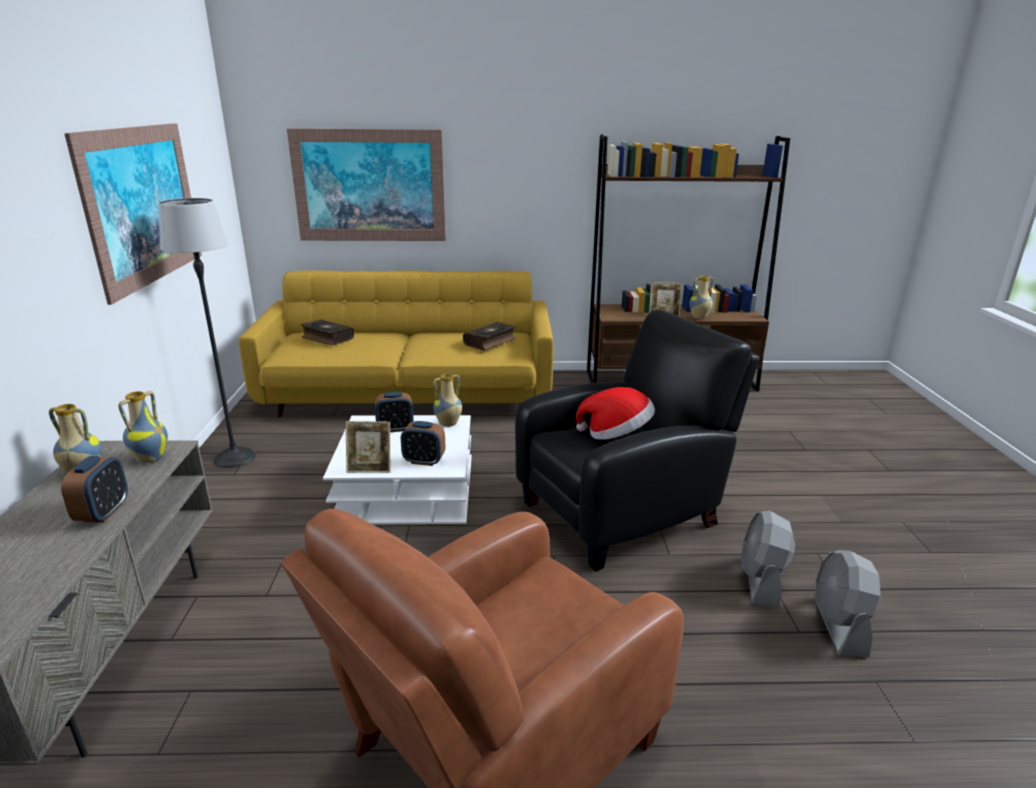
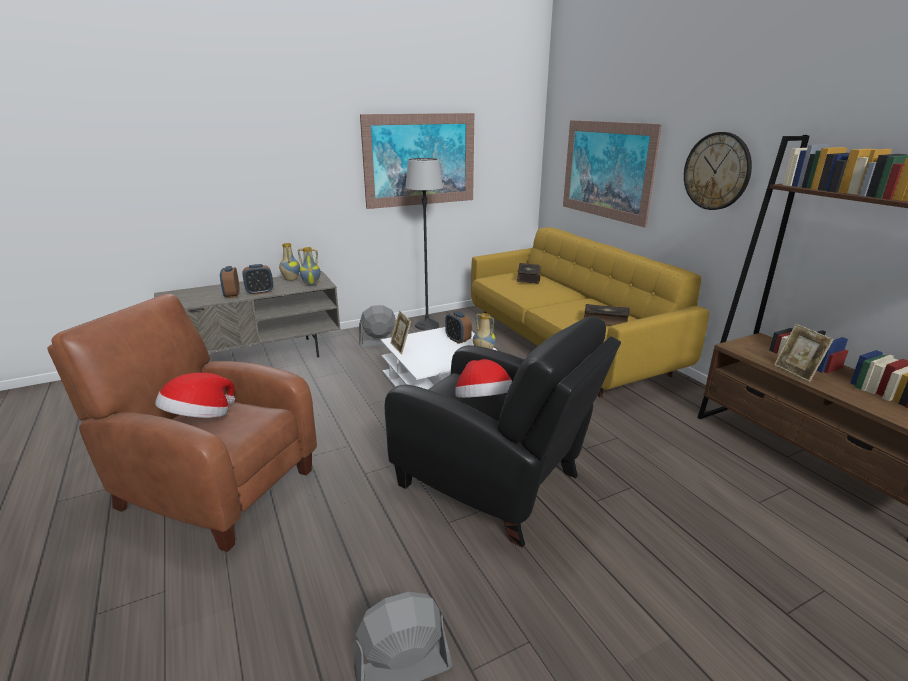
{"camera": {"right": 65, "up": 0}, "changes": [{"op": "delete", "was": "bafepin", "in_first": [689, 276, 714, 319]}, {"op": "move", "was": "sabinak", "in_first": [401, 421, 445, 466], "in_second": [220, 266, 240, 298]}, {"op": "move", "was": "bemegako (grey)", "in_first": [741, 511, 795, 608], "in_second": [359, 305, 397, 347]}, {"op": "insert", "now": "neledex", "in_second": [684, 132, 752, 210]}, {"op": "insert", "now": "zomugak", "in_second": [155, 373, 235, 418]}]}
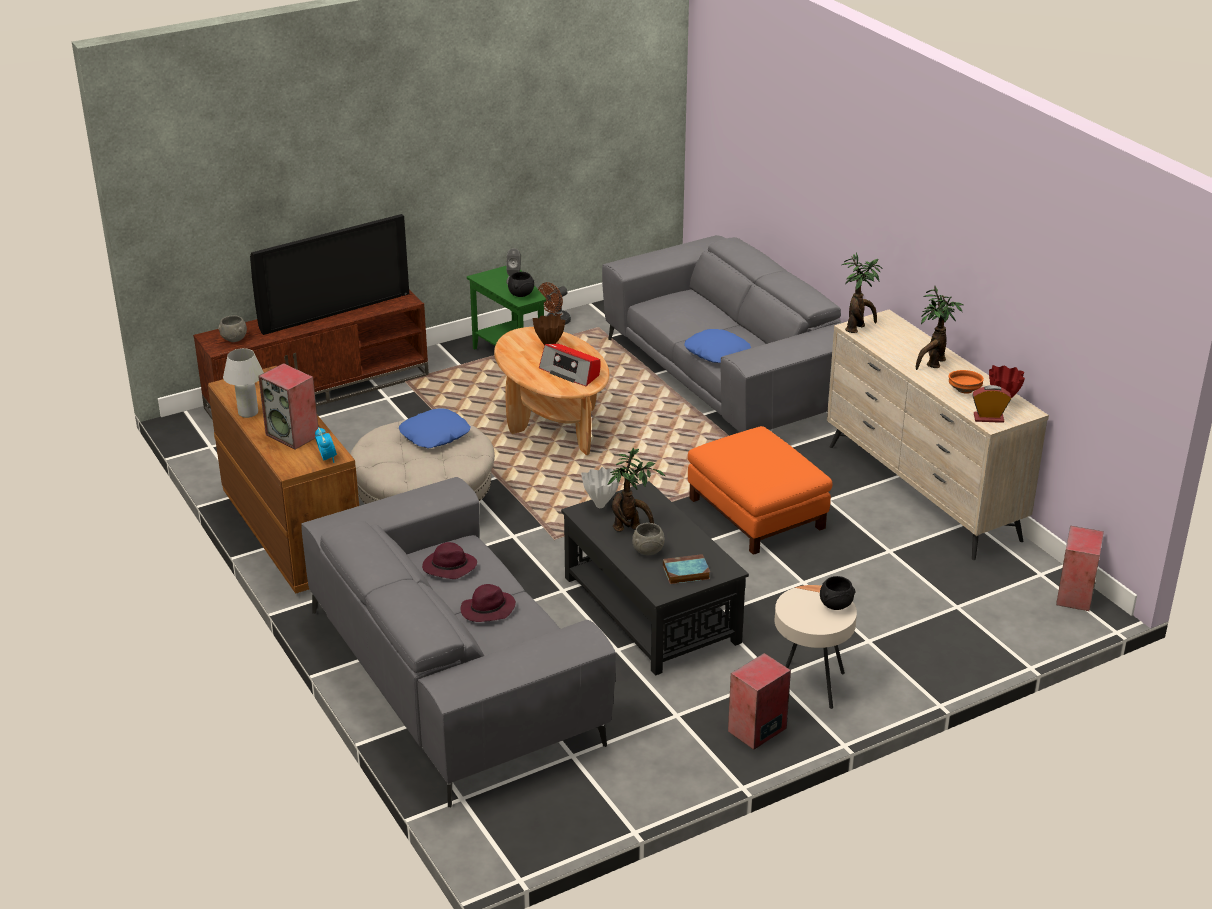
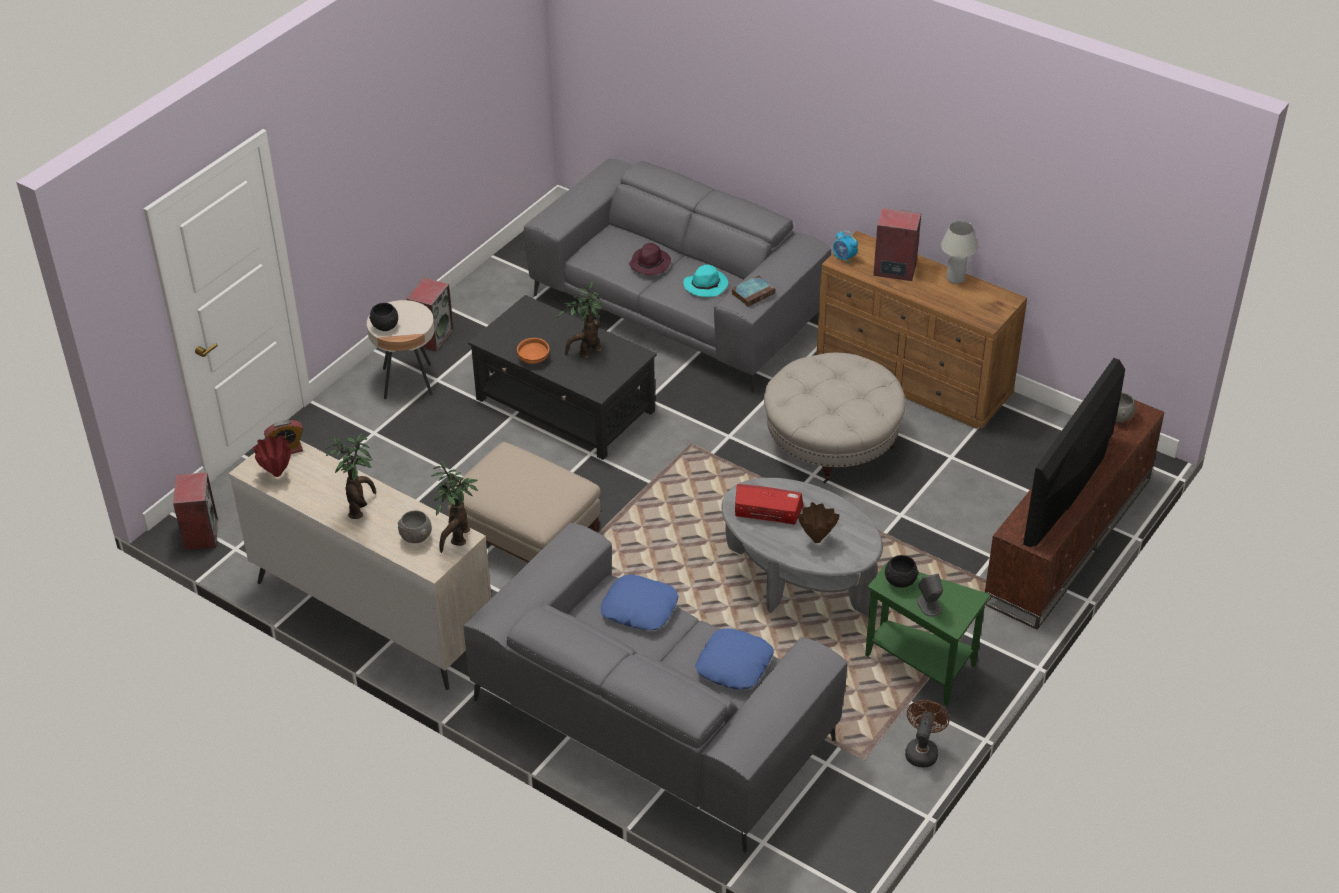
{"camera": {"right": 155, "up": 10}, "changes": [{"op": "recolor", "was": "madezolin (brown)", "now": "madezolin (grey)", "in_first": [494, 327, 610, 455], "in_second": [721, 478, 883, 616]}, {"op": "move", "was": "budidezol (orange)", "in_first": [948, 370, 984, 394], "in_second": [517, 338, 549, 364]}, {"op": "move", "was": "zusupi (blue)", "in_first": [399, 408, 471, 449], "in_second": [695, 629, 774, 689]}, {"op": "recolor", "was": "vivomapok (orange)", "now": "vivomapok (beige)", "in_first": [688, 426, 832, 555], "in_second": [446, 442, 601, 563]}, {"op": "delete", "was": "bafepin (white)", "in_first": [581, 467, 619, 508]}, {"op": "move", "was": "budidezol (grey)", "in_first": [632, 523, 665, 555], "in_second": [398, 510, 432, 543]}, {"op": "recolor", "was": "zomugak (purple)", "now": "zomugak (turquoise)", "in_first": [422, 542, 477, 579], "in_second": [683, 265, 728, 297]}, {"op": "move", "was": "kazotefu", "in_first": [663, 554, 710, 584], "in_second": [731, 275, 775, 307]}]}
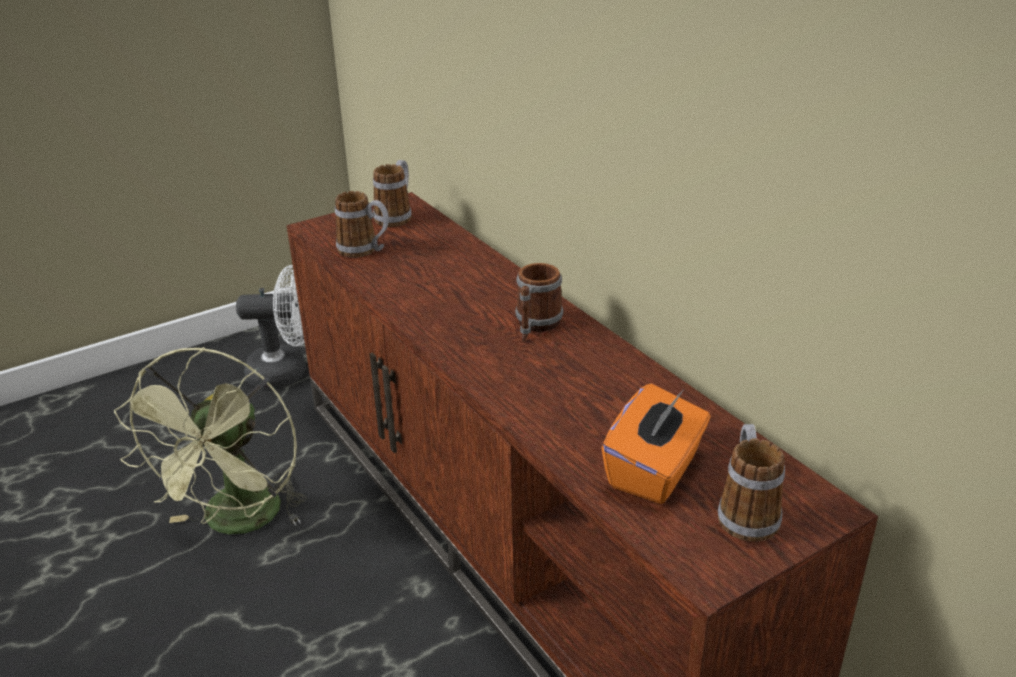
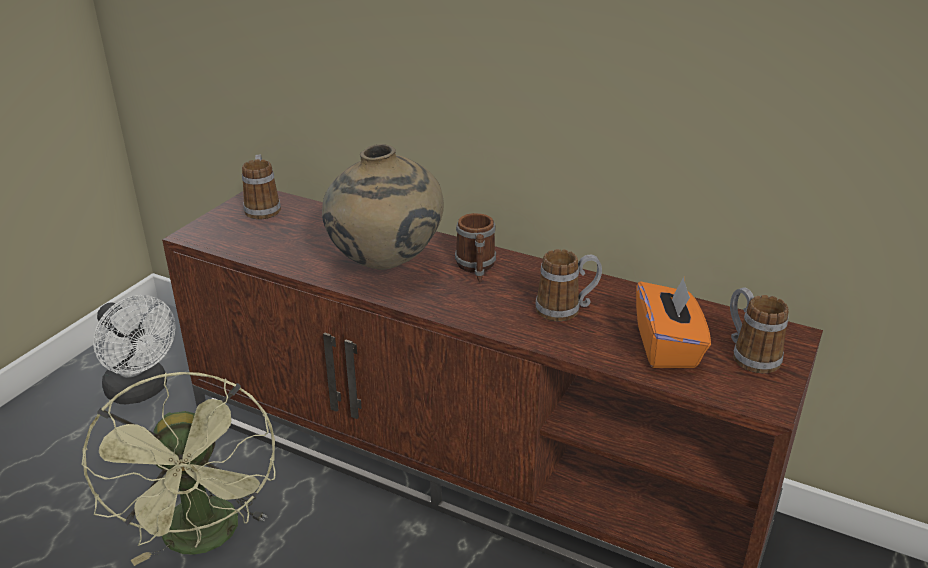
{"camera": {"right": -30, "up": 0}, "changes": [{"op": "move", "was": "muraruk", "in_first": [335, 191, 389, 257], "in_second": [535, 249, 602, 321]}, {"op": "rotate", "was": "bemegako (white)", "in_first": [236, 265, 306, 388], "in_second": [93, 295, 176, 404], "clockwise": 75}, {"op": "insert", "now": "bafepin (beige)", "in_second": [322, 144, 444, 270]}]}
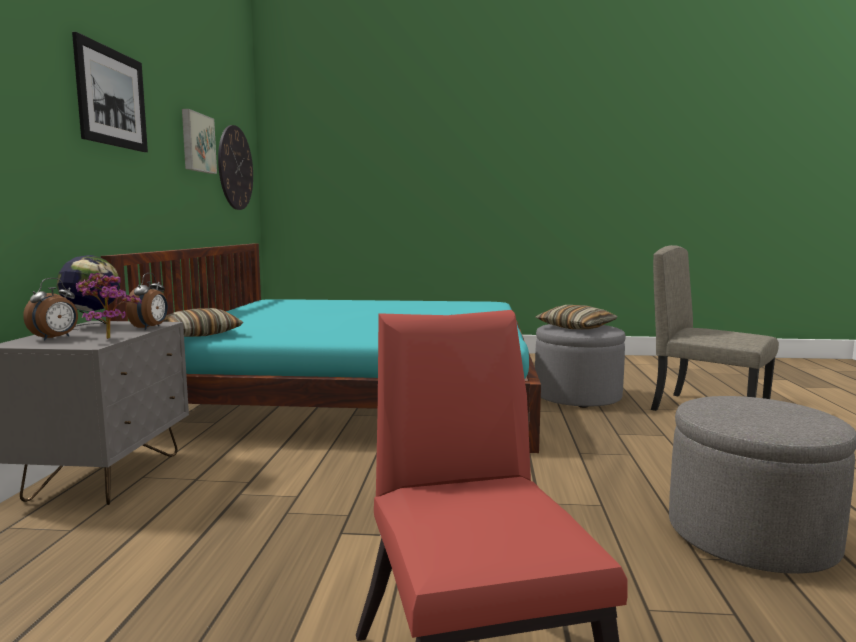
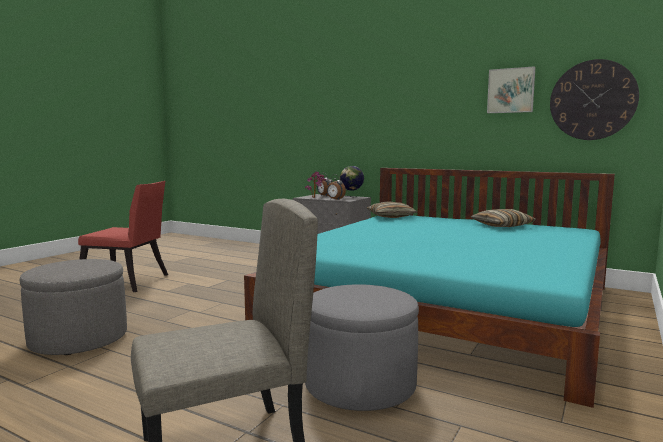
{"camera": {"right": 115, "up": 0}, "changes": [{"op": "delete", "was": "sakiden", "in_first": [72, 32, 148, 152]}, {"op": "move", "was": "zusupi", "in_first": [535, 305, 618, 330], "in_second": [470, 209, 536, 227]}]}
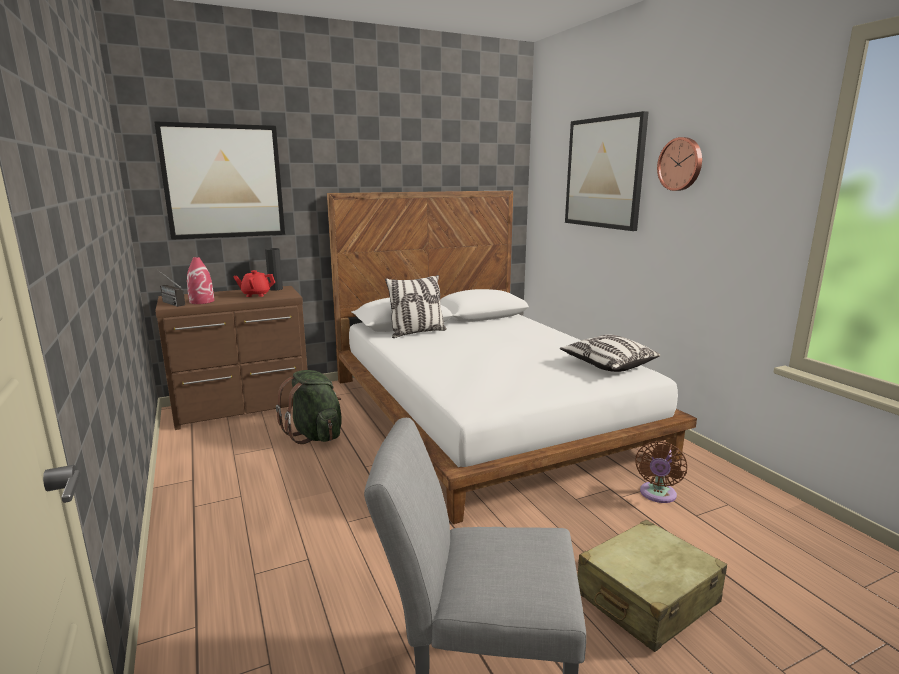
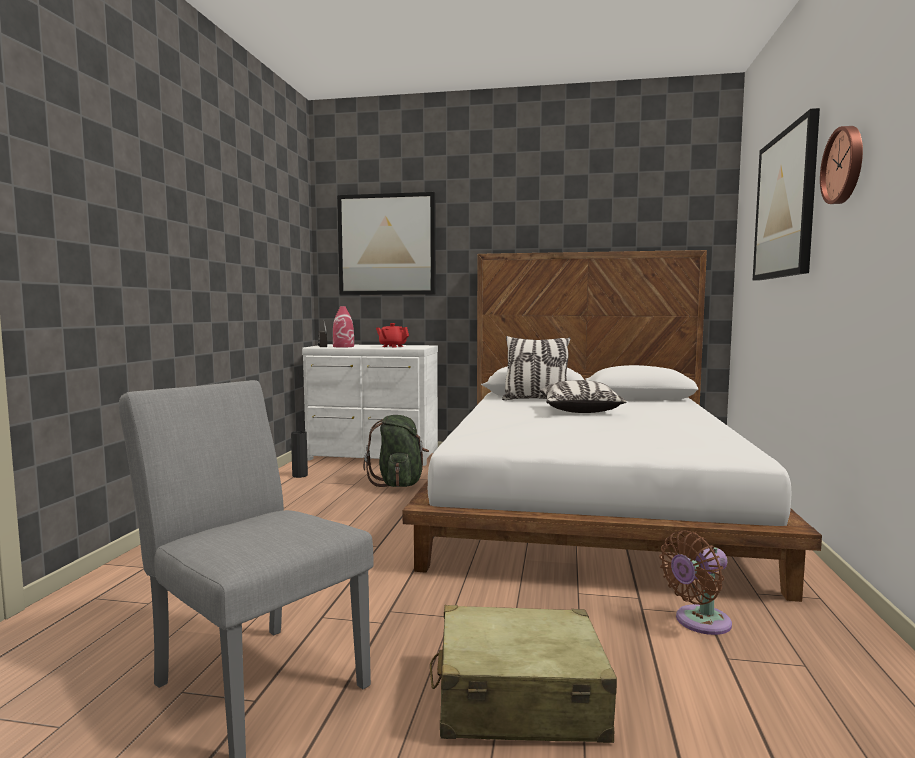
{"camera": {"right": 35, "up": -10}, "changes": [{"op": "move", "was": "bafepin (black)", "in_first": [265, 248, 283, 291], "in_second": [291, 431, 308, 478]}, {"op": "recolor", "was": "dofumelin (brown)", "now": "dofumelin (white)", "in_first": [155, 286, 307, 430], "in_second": [302, 344, 438, 466]}, {"op": "move", "was": "zusupi", "in_first": [560, 335, 660, 372], "in_second": [539, 380, 627, 413]}]}
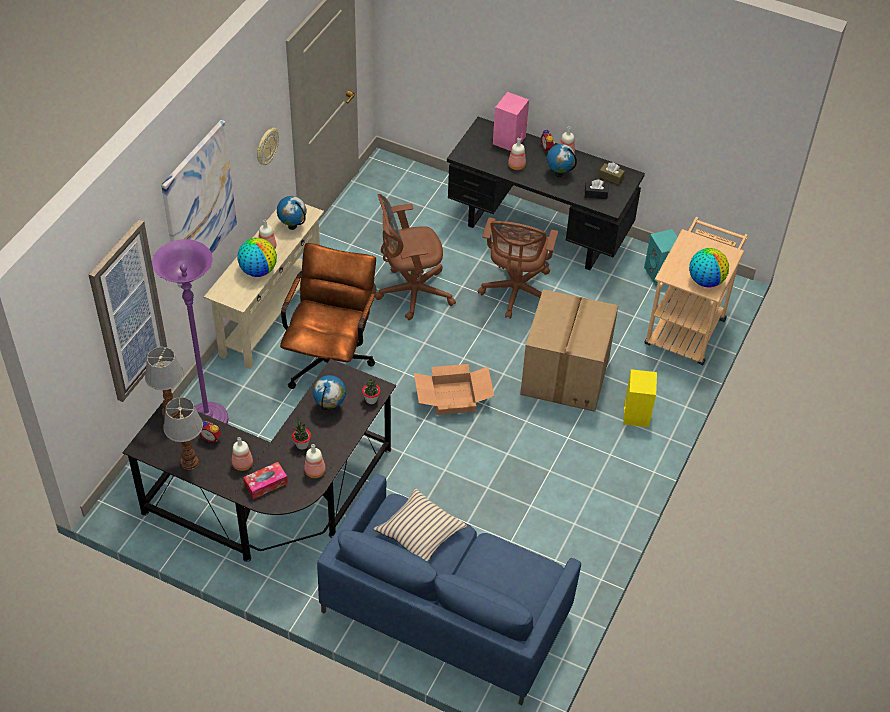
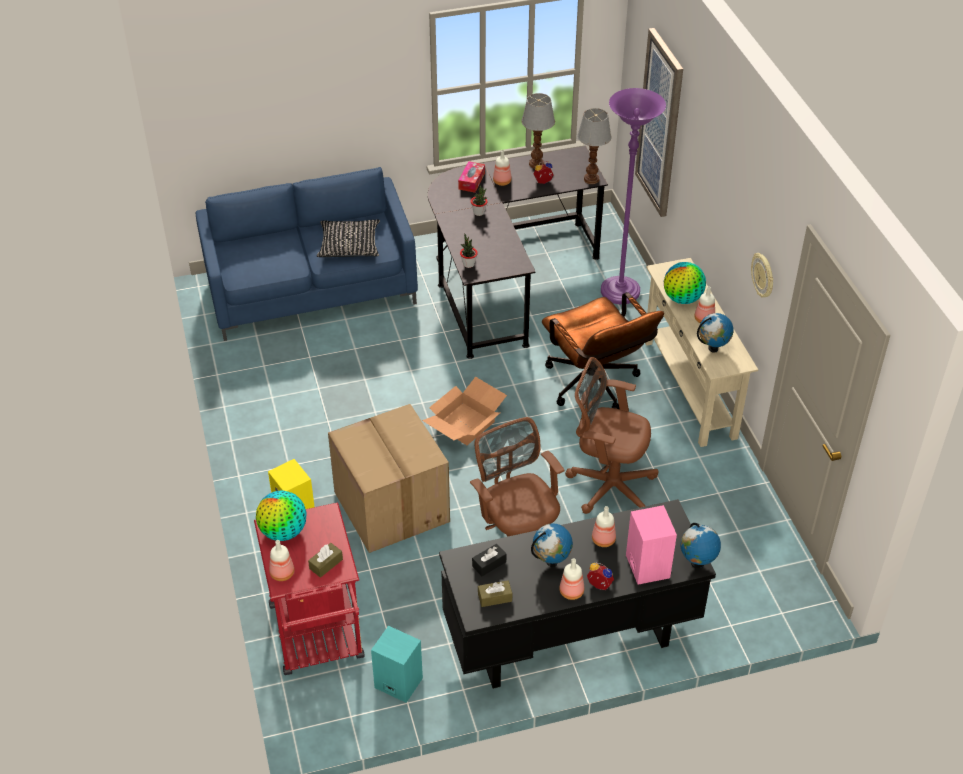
{"camera": {"right": 140, "up": -5}, "changes": [{"op": "delete", "was": "sakiden", "in_first": [161, 120, 237, 288]}, {"op": "rotate", "was": "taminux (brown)", "in_first": [375, 194, 456, 320], "in_second": [565, 357, 659, 514], "clockwise": -105}, {"op": "recolor", "was": "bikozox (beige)", "now": "bikozox (red)", "in_first": [644, 217, 748, 366], "in_second": [254, 502, 365, 675]}, {"op": "move", "was": "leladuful", "in_first": [313, 375, 346, 411], "in_second": [681, 523, 721, 568]}, {"op": "move", "was": "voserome", "in_first": [304, 444, 326, 478], "in_second": [269, 540, 294, 581]}, {"op": "recolor", "was": "zusupi (beige)", "now": "zusupi (black)", "in_first": [373, 488, 467, 562], "in_second": [317, 219, 380, 257]}, {"op": "insert", "now": "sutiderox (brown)", "in_second": [308, 543, 343, 578]}]}
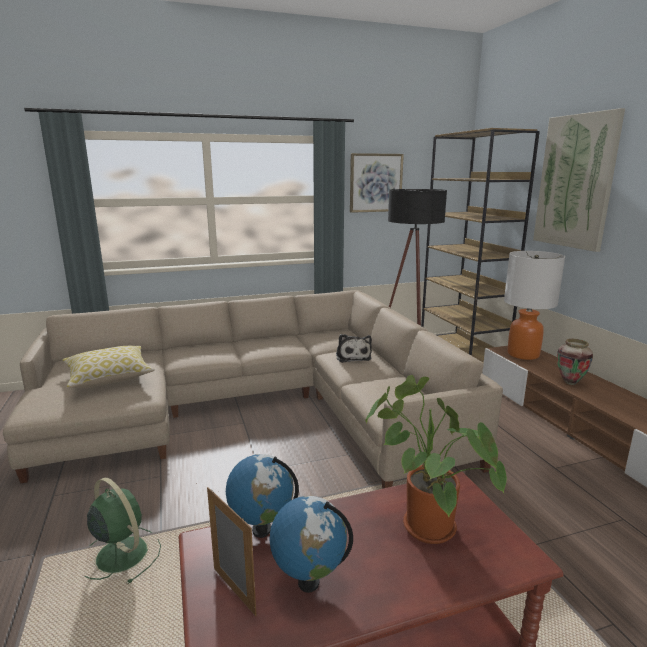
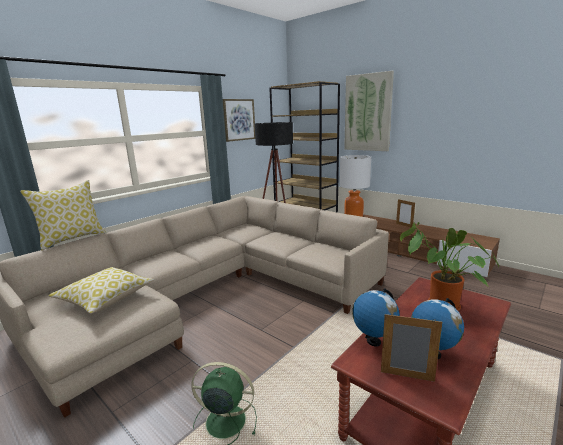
{"camera": {"right": -30, "up": 0}, "changes": [{"op": "delete", "was": "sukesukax", "in_first": [336, 334, 372, 363]}, {"op": "delete", "was": "bafepin", "in_first": [557, 339, 593, 385]}, {"op": "insert", "now": "zusupi", "in_second": [20, 180, 106, 250]}, {"op": "insert", "now": "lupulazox", "in_second": [396, 199, 415, 227]}]}
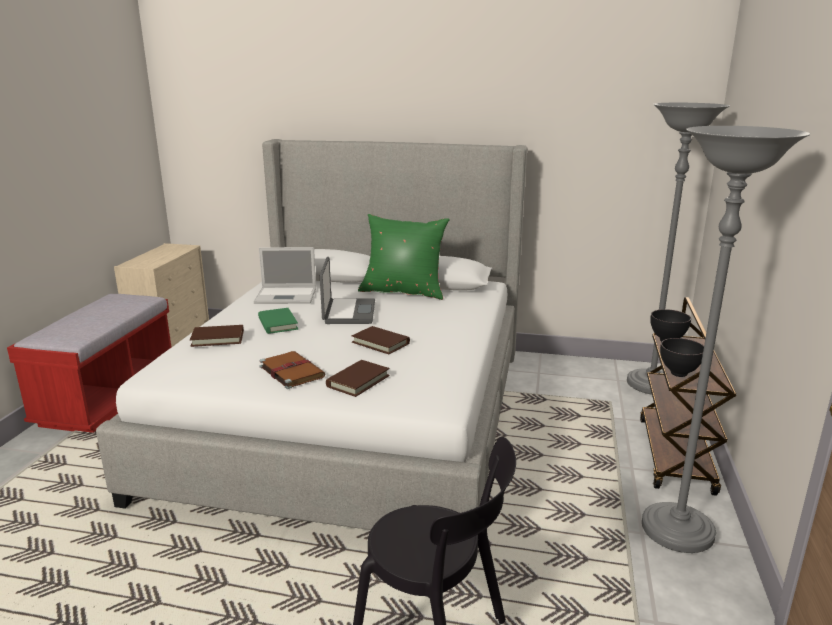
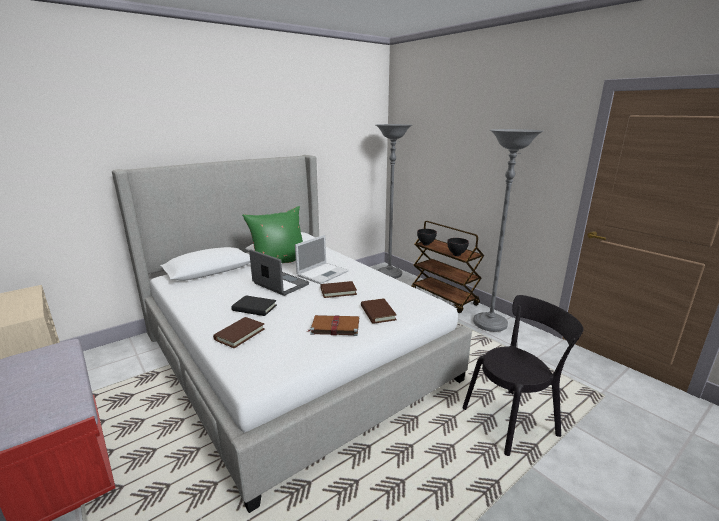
{"camera": {"right": -50, "up": 0}, "changes": [{"op": "move", "was": "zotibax", "in_first": [254, 247, 316, 304], "in_second": [295, 235, 349, 284]}, {"op": "recolor", "was": "kazotefu (green)", "now": "kazotefu (black)", "in_first": [258, 308, 298, 334], "in_second": [232, 295, 277, 316]}]}
